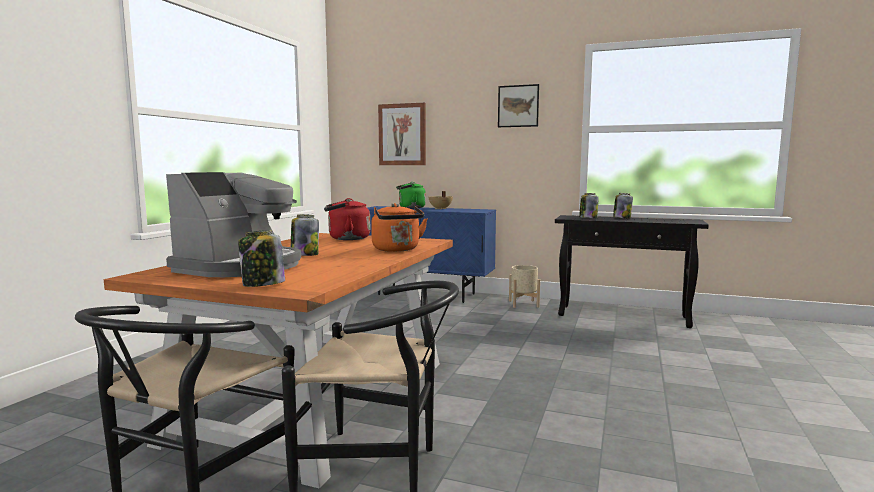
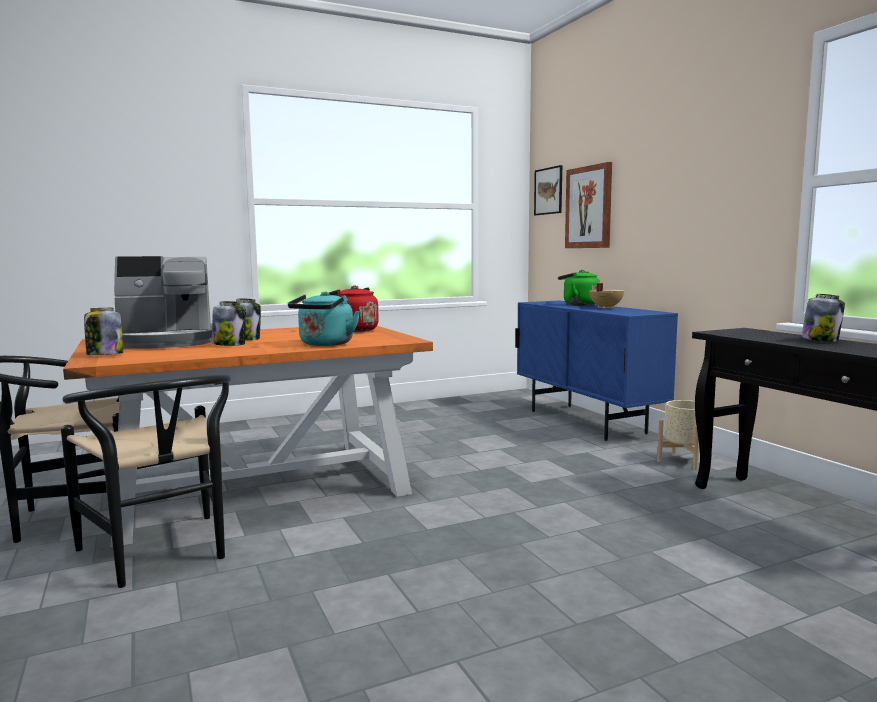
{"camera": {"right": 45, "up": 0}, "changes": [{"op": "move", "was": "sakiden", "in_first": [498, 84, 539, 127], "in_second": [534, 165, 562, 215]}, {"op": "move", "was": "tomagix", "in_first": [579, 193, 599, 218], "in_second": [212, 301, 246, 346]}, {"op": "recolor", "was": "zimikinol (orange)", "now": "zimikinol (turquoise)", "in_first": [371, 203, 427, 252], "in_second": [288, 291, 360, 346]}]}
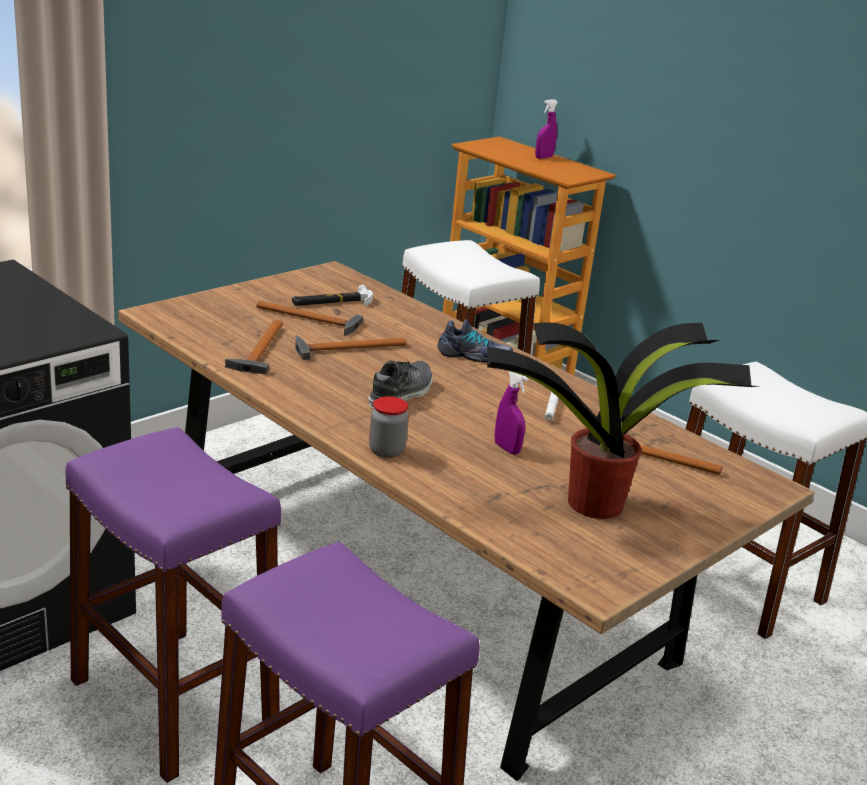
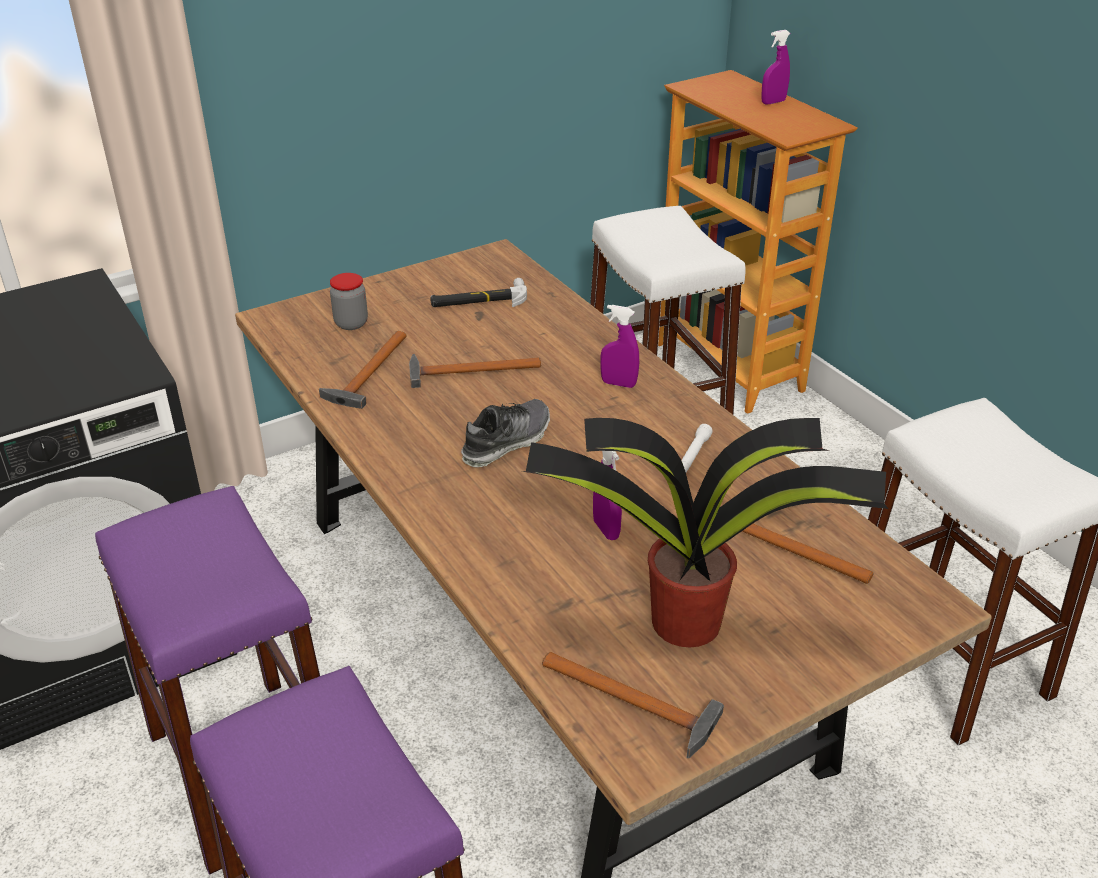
{"camera": {"right": 15, "up": 10}, "changes": [{"op": "move", "was": "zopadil", "in_first": [256, 301, 363, 336], "in_second": [542, 652, 724, 759]}, {"op": "replace", "was": "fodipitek", "now": "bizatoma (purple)", "in_first": [437, 319, 513, 362], "in_second": [600, 305, 639, 388]}, {"op": "move", "was": "tomagix", "in_first": [369, 396, 409, 458], "in_second": [330, 273, 368, 330]}]}
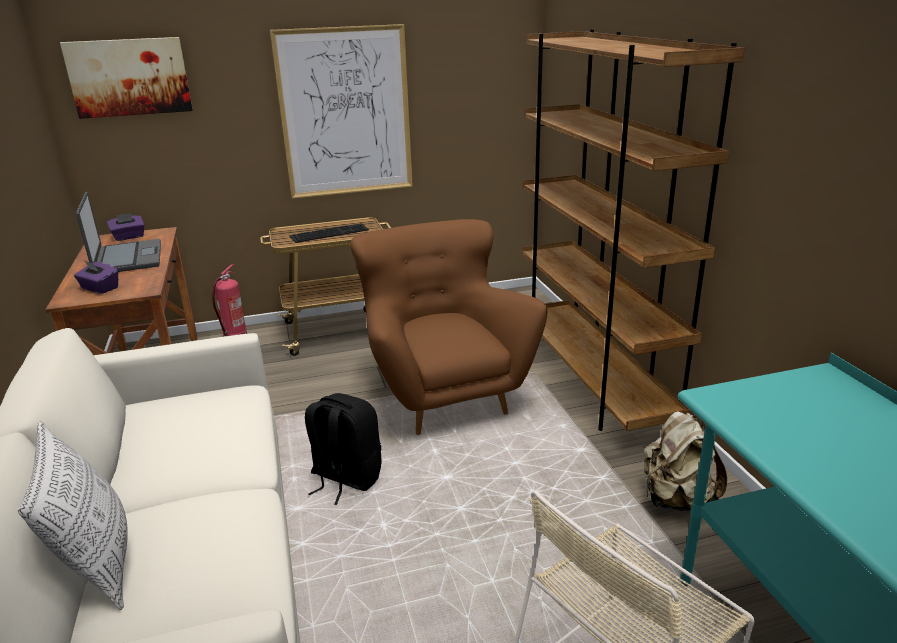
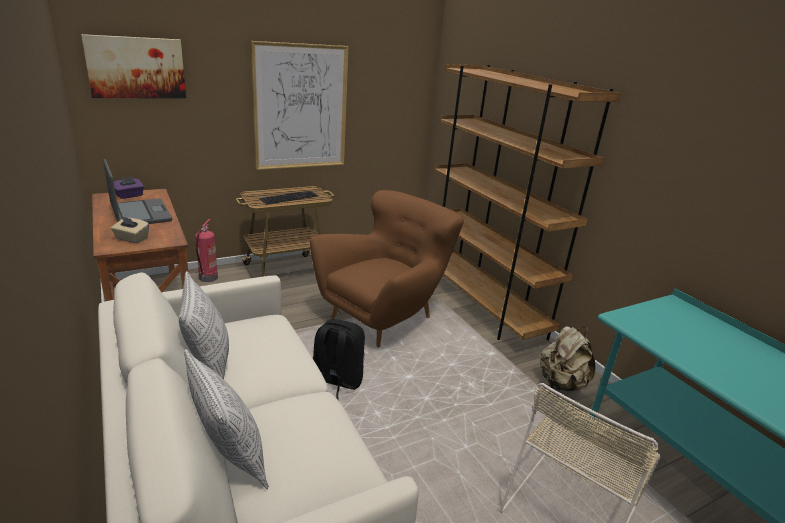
{"camera": {"right": -15, "up": 0}, "changes": [{"op": "rotate", "was": "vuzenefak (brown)", "in_first": [350, 219, 548, 435], "in_second": [310, 190, 464, 347], "clockwise": 75}, {"op": "recolor", "was": "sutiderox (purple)", "now": "sutiderox (beige)", "in_first": [74, 261, 118, 294], "in_second": [111, 216, 149, 243]}, {"op": "insert", "now": "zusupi", "in_second": [179, 271, 229, 379]}]}
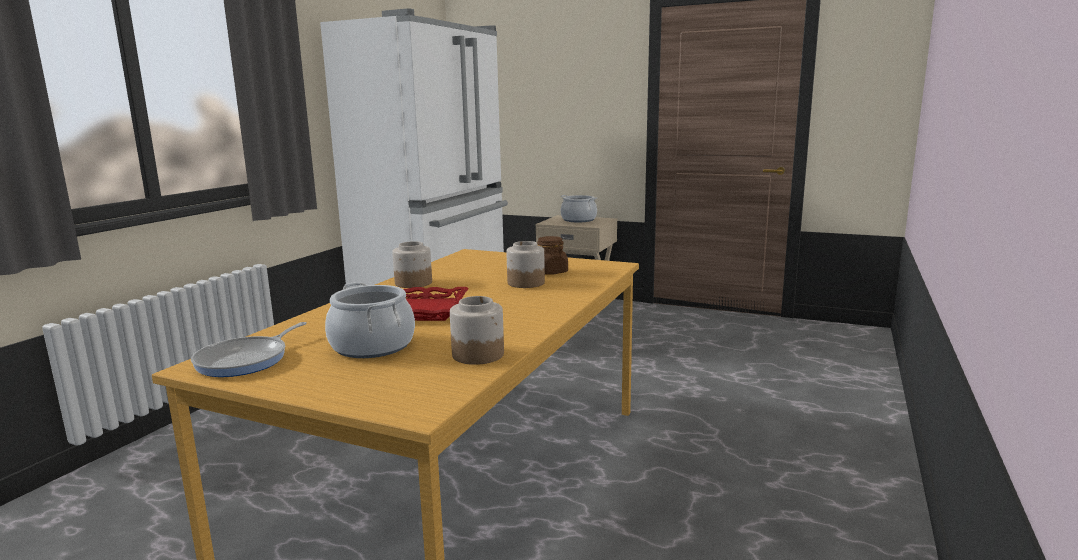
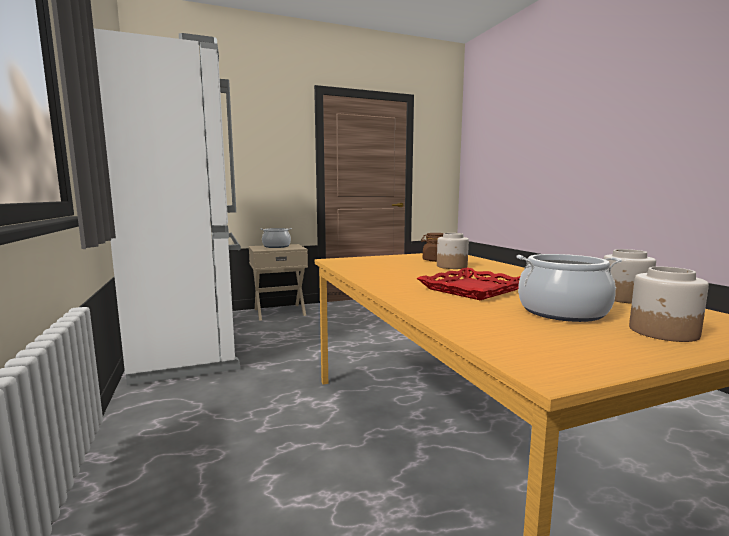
{"camera": {"right": -45, "up": -5}, "changes": [{"op": "move", "was": "tomagix", "in_first": [392, 241, 432, 288], "in_second": [629, 267, 709, 342]}, {"op": "delete", "was": "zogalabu", "in_first": [191, 322, 307, 377]}]}
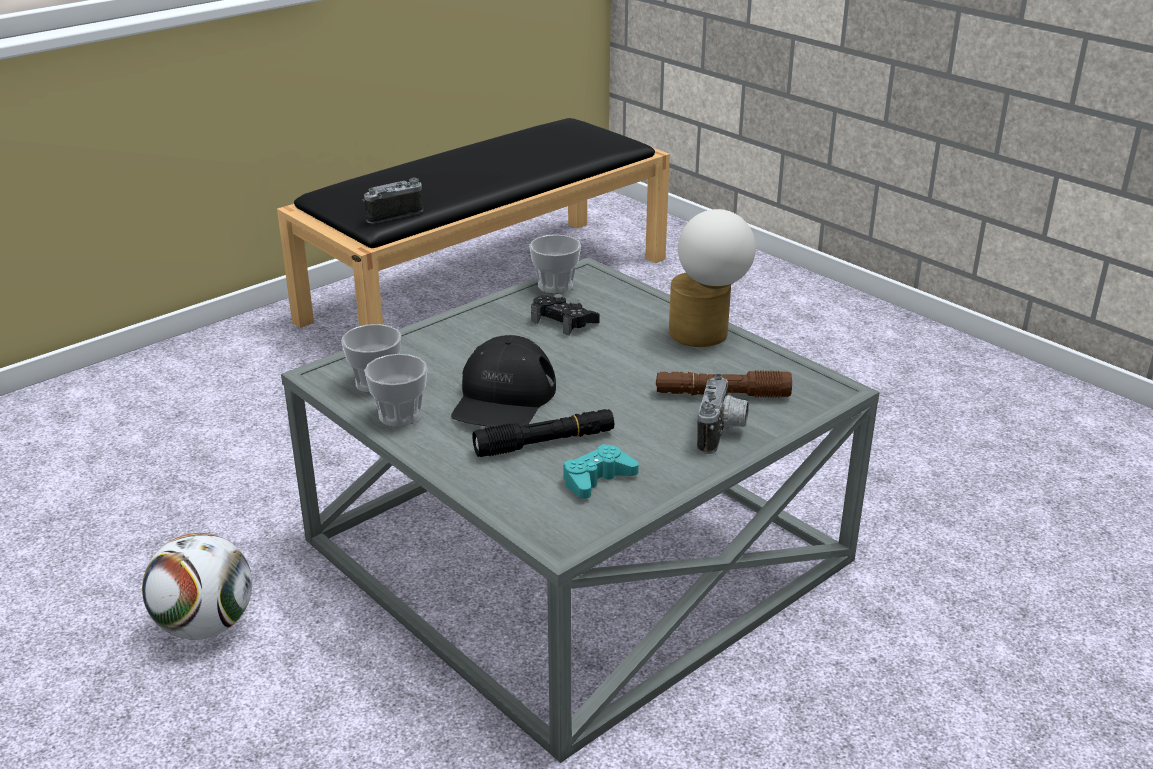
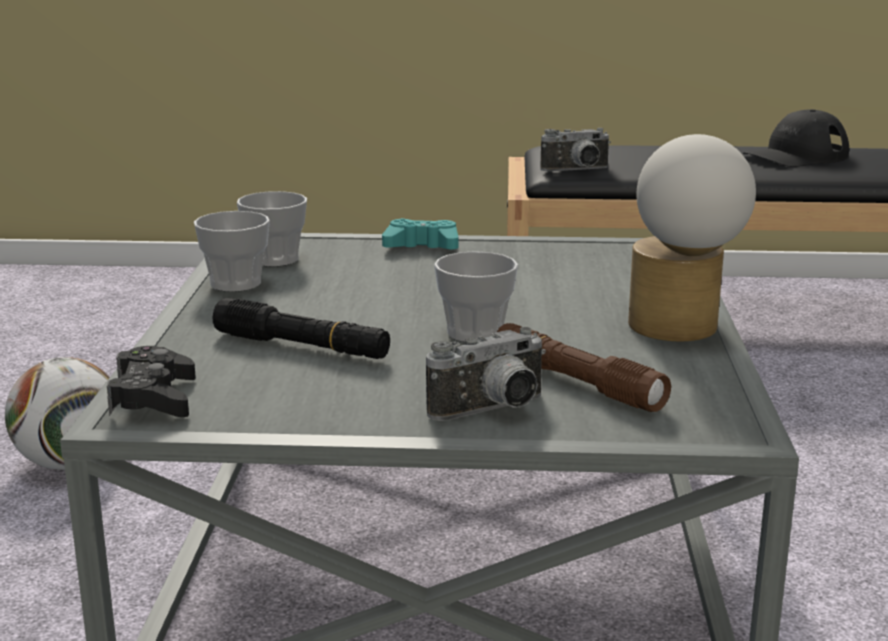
{"camera": {"right": 45, "up": -10}, "changes": [{"op": "rotate", "was": "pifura", "in_first": [363, 178, 423, 224], "in_second": [540, 128, 611, 171], "clockwise": 150}, {"op": "move", "was": "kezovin", "in_first": [529, 235, 581, 294], "in_second": [434, 251, 518, 342]}, {"op": "move", "was": "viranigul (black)", "in_first": [531, 294, 600, 336], "in_second": [107, 346, 196, 417]}, {"op": "move", "was": "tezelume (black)", "in_first": [451, 335, 556, 427], "in_second": [743, 109, 849, 167]}, {"op": "move", "was": "viranigul (turquoise)", "in_first": [563, 444, 639, 499], "in_second": [382, 218, 458, 249]}]}
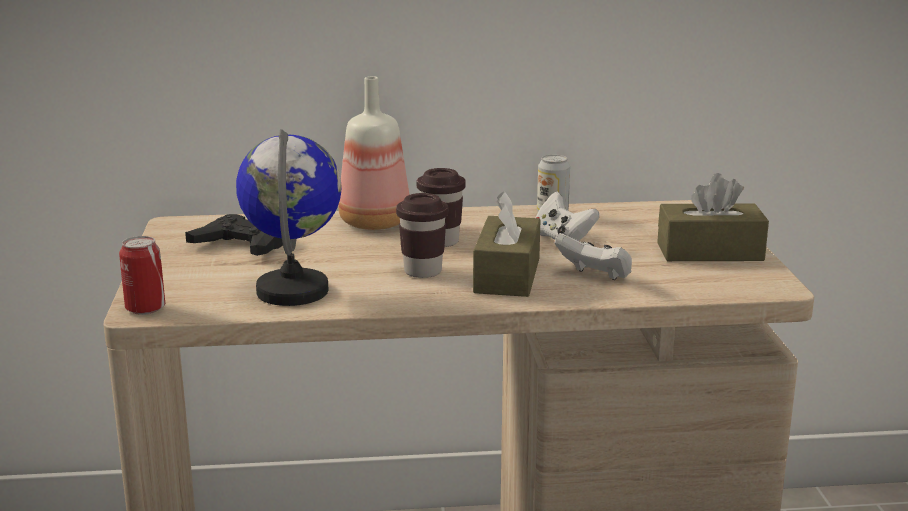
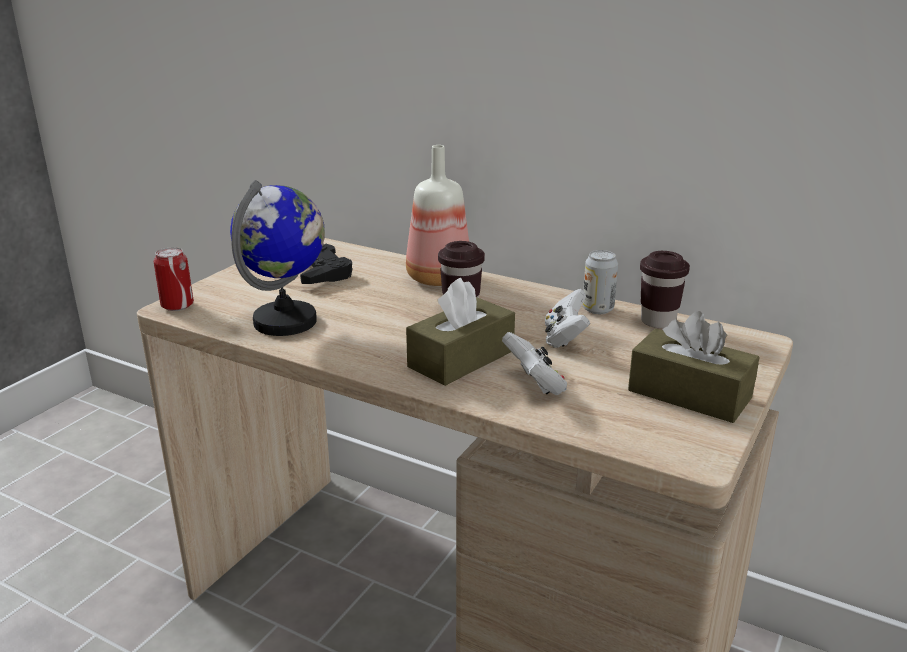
{"camera": {"right": 35, "up": 5}, "changes": [{"op": "move", "was": "kezovin (brown)", "in_first": [396, 193, 449, 278], "in_second": [640, 251, 690, 328]}]}
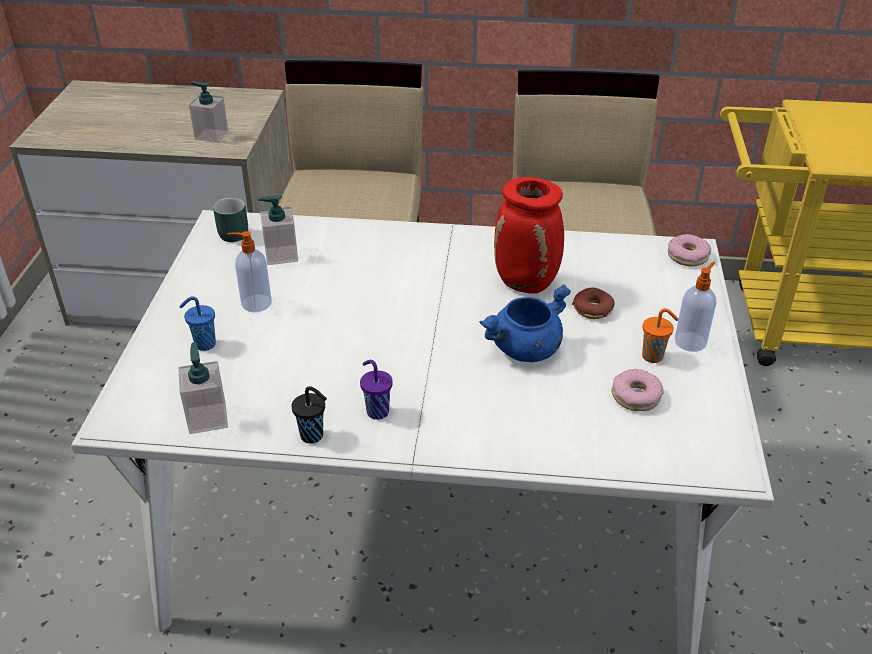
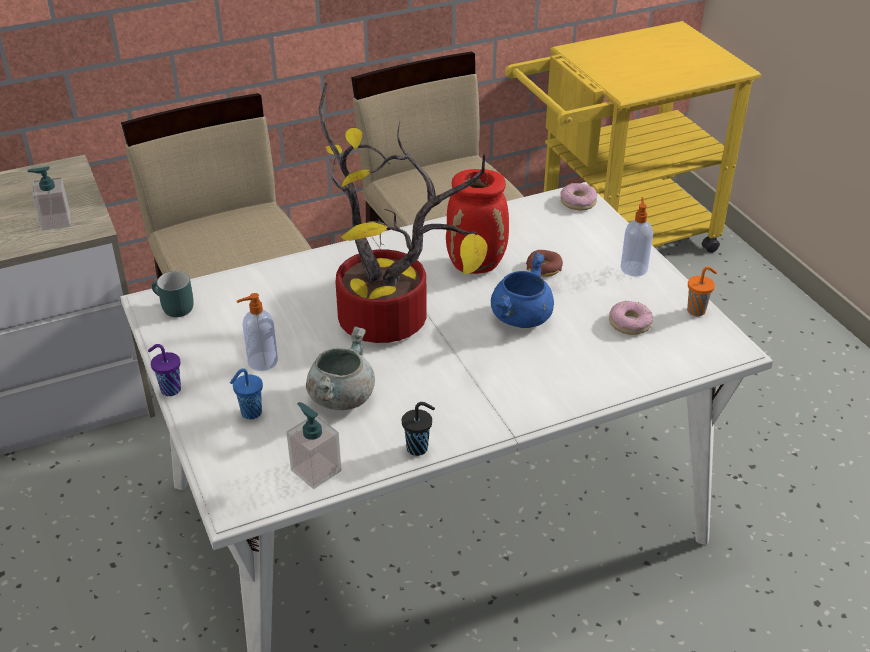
{"camera": {"right": -30, "up": 0}, "changes": [{"op": "delete", "was": "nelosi", "in_first": [258, 195, 298, 265]}, {"op": "move", "was": "kezovin (orange)", "in_first": [642, 308, 679, 363], "in_second": [687, 266, 717, 316]}, {"op": "move", "was": "kezovin (purple)", "in_first": [360, 360, 393, 420], "in_second": [148, 344, 181, 396]}, {"op": "insert", "now": "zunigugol", "in_second": [318, 83, 488, 343]}, {"op": "insert", "now": "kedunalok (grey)", "in_second": [306, 327, 375, 410]}]}
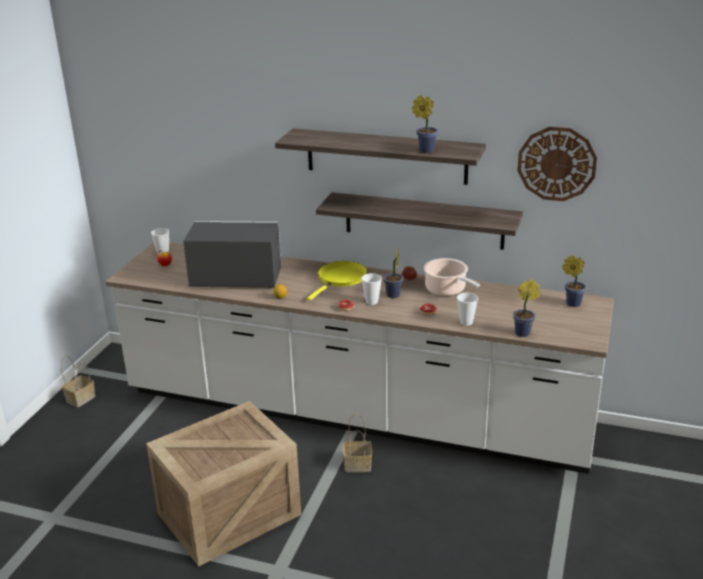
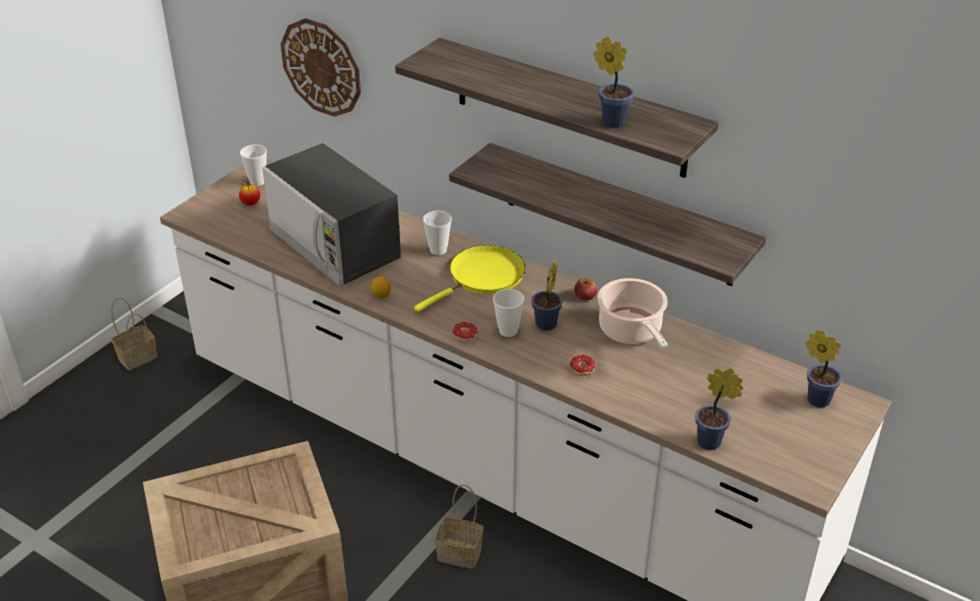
{"camera": {"right": 15, "up": 10}, "changes": [{"op": "move", "was": "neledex", "in_first": [517, 127, 597, 201], "in_second": [281, 18, 361, 117]}, {"op": "rotate", "was": "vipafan", "in_first": [183, 221, 282, 288], "in_second": [262, 143, 401, 286], "clockwise": -150}, {"op": "move", "was": "kezovin", "in_first": [457, 293, 478, 326], "in_second": [423, 211, 452, 255]}]}
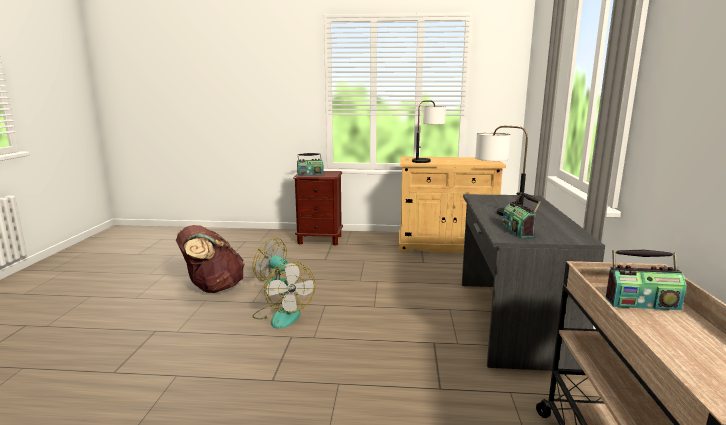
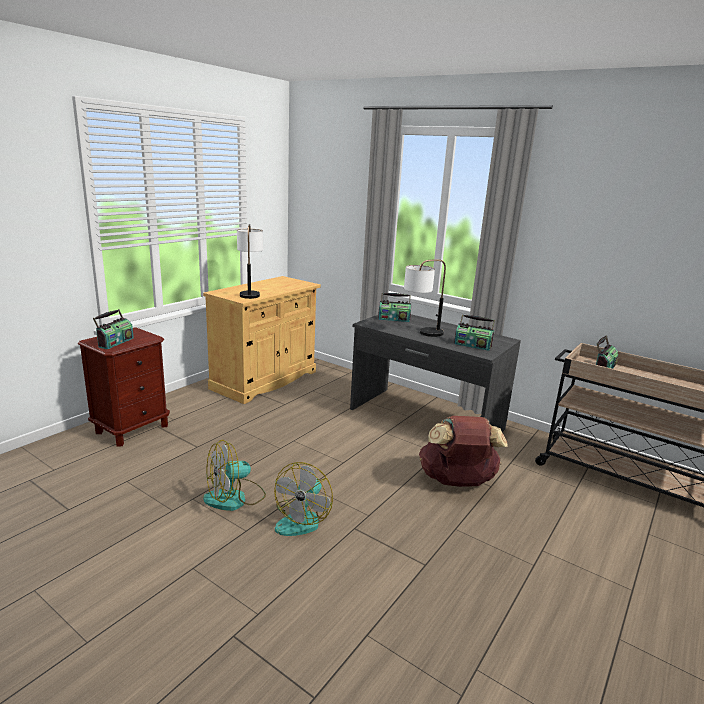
{"camera": {"right": -60, "up": 5}, "changes": [{"op": "move", "was": "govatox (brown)", "in_first": [176, 225, 245, 293], "in_second": [419, 416, 508, 487]}, {"op": "rotate", "was": "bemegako", "in_first": [253, 261, 315, 329], "in_second": [274, 462, 333, 536], "clockwise": 105}, {"op": "insert", "now": "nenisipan", "in_second": [378, 293, 411, 322]}]}
